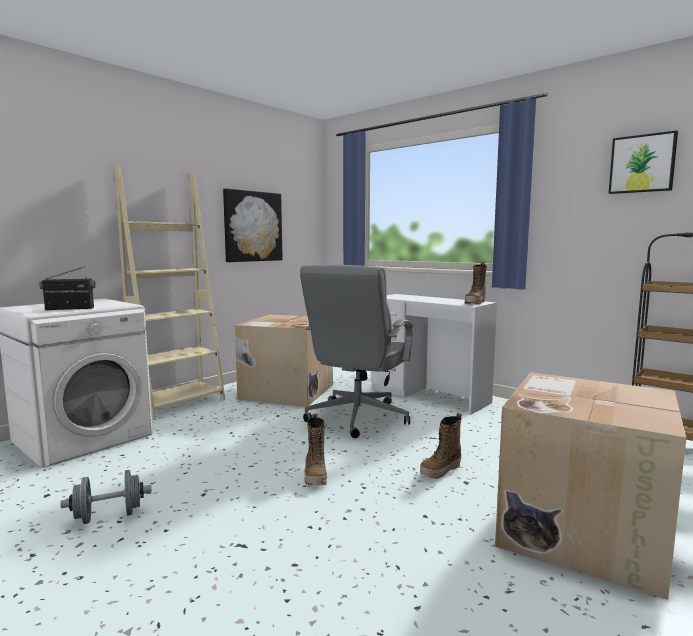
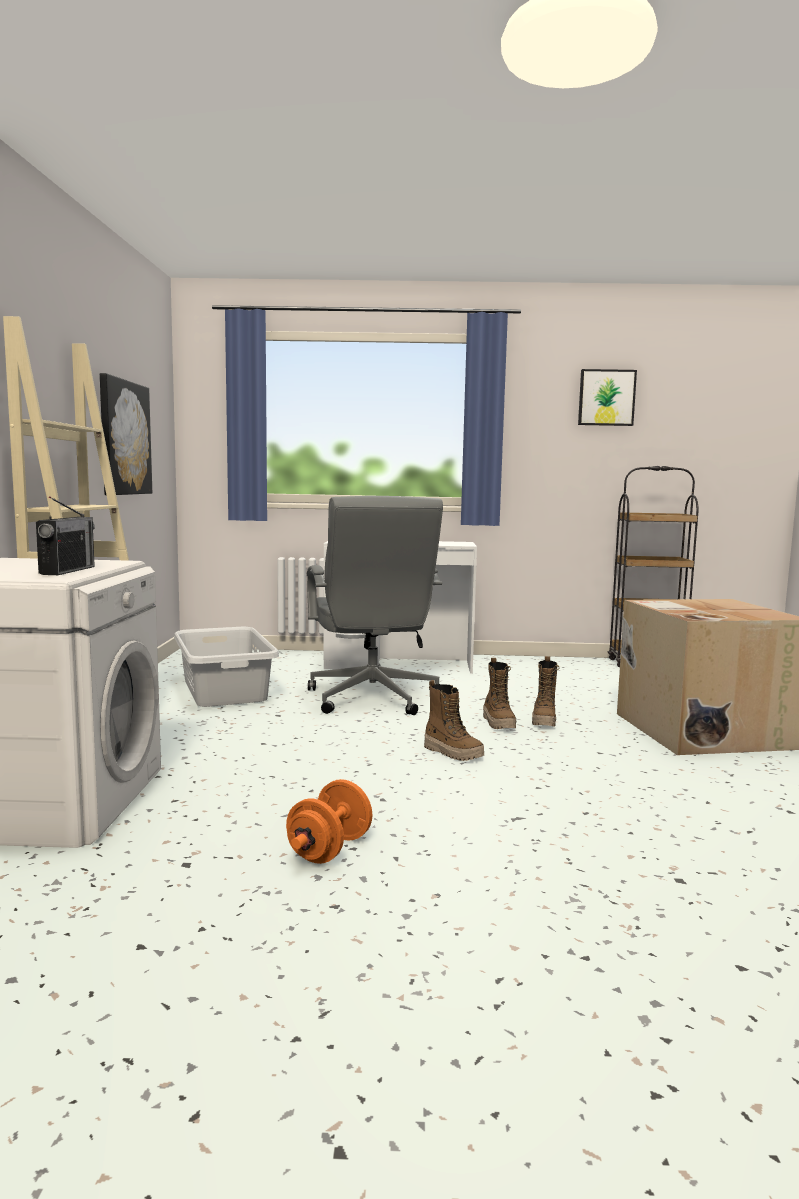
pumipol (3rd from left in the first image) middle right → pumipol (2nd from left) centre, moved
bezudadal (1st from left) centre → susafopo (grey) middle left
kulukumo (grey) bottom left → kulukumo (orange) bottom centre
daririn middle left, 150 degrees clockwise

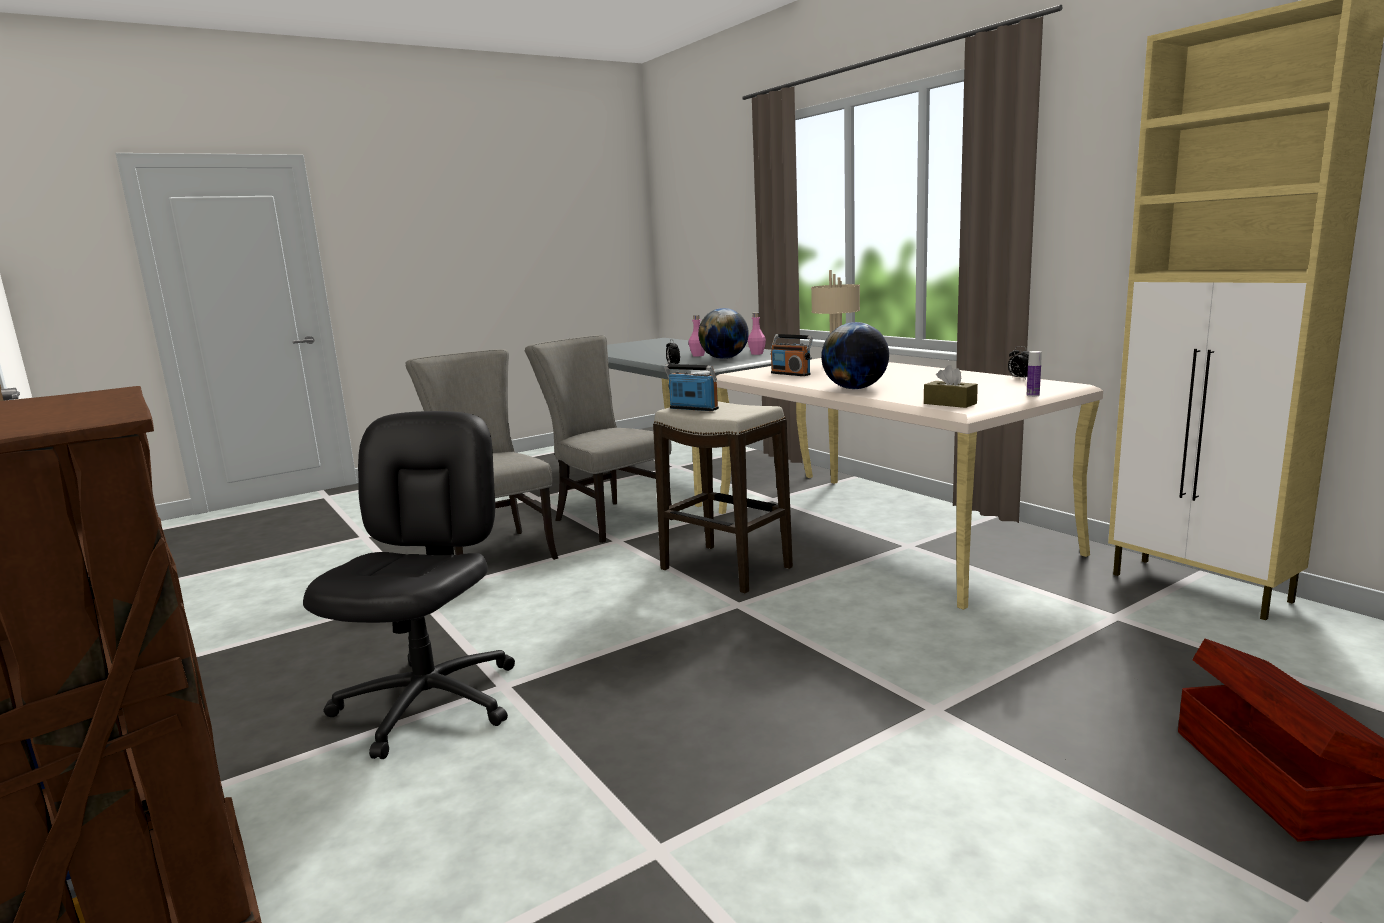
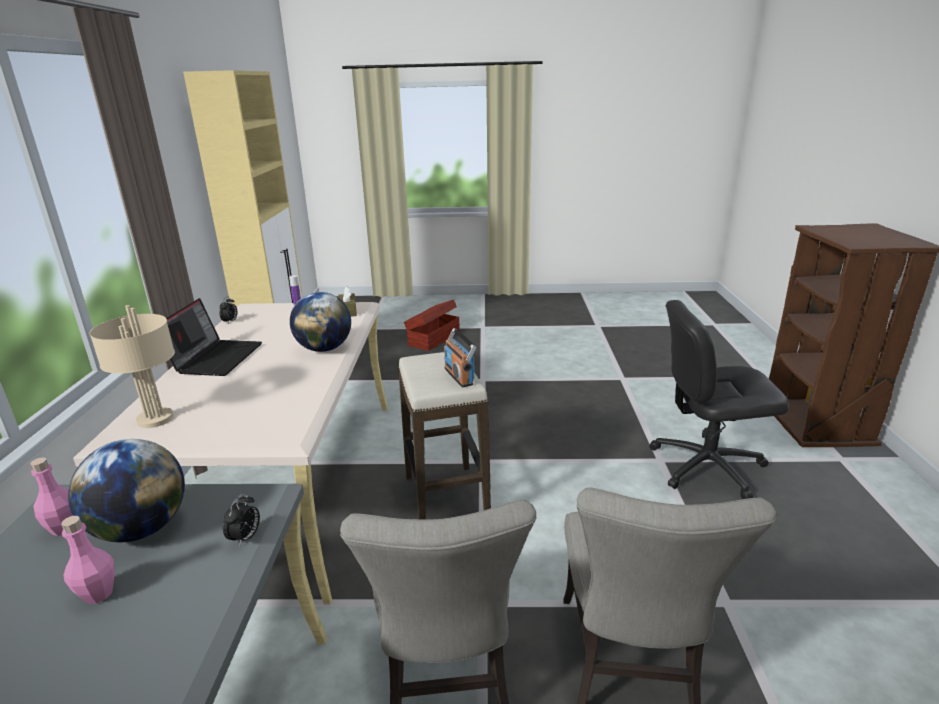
daririn (2nd from left) centre → -
- → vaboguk middle left
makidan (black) middle left → makidan (black) middle right, 45 degrees clockwise

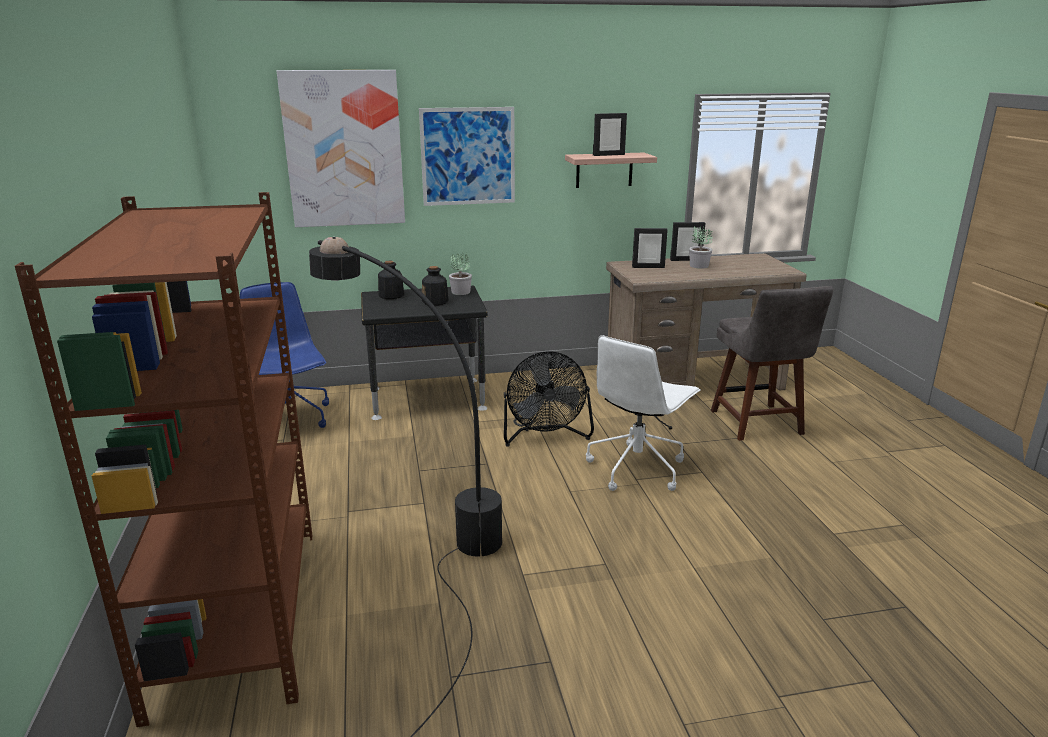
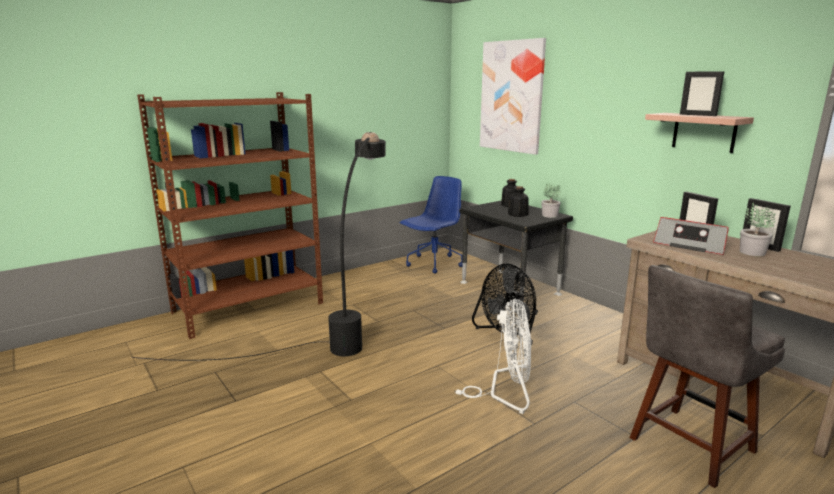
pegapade (2nd from left) top centre → -
- → daririn middle right
makidan (white) centre → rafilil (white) bottom centre

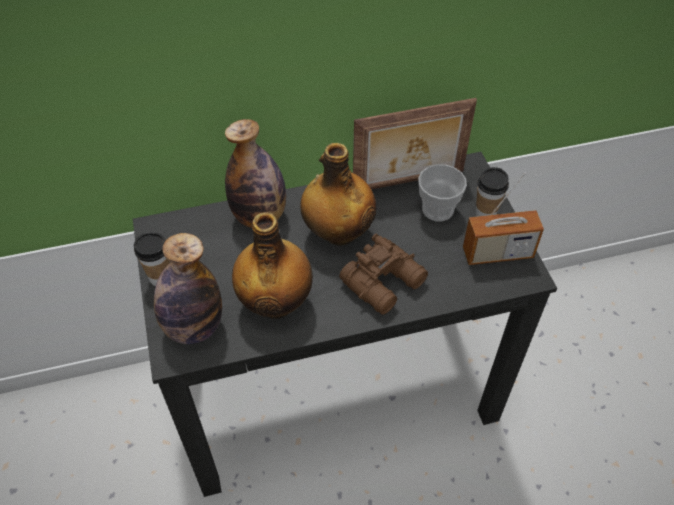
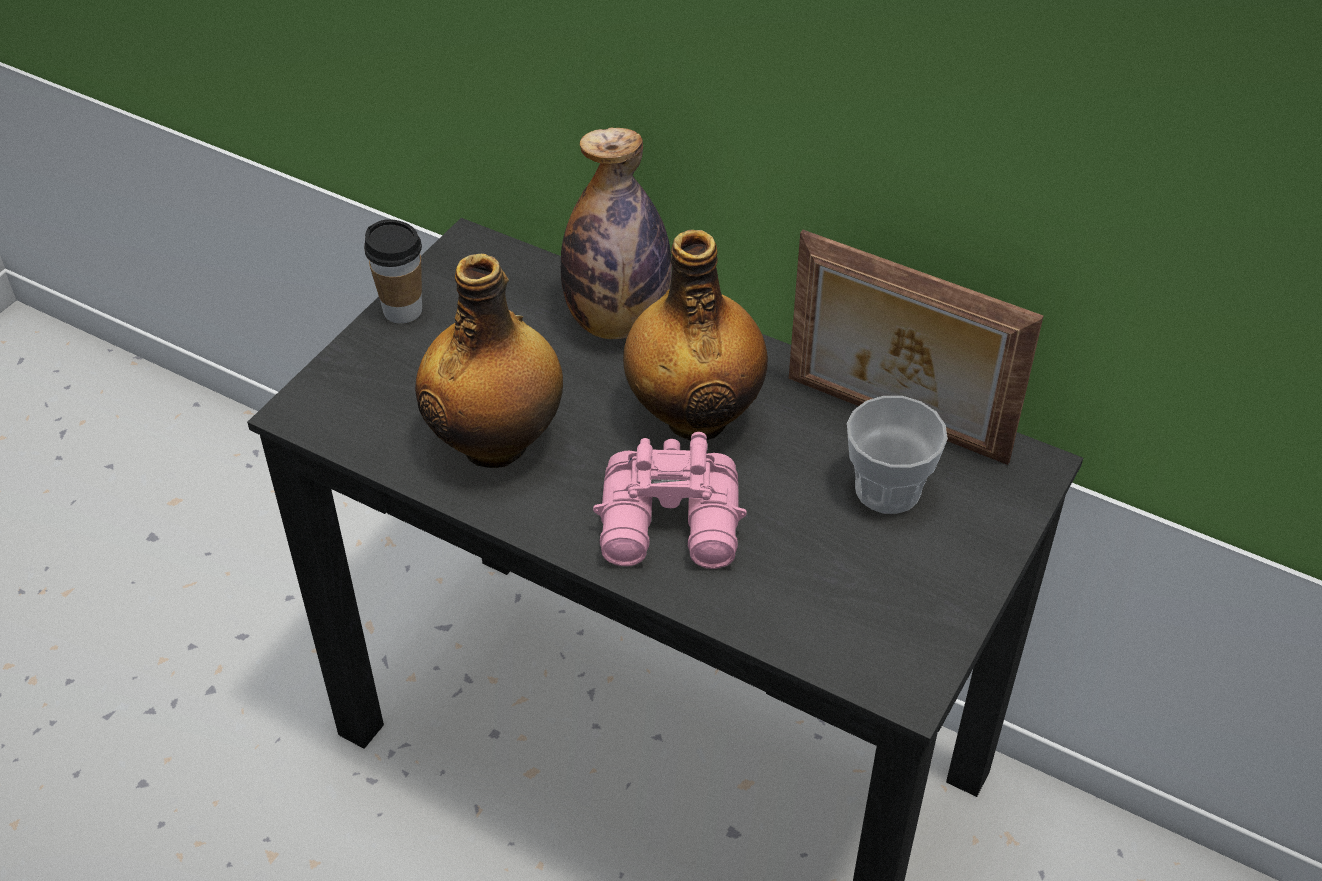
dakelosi (1st from left) middle left → -
daririn middle right → -
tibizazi (3rd from left) middle right → -
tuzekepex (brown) centre → tuzekepex (pink) centre

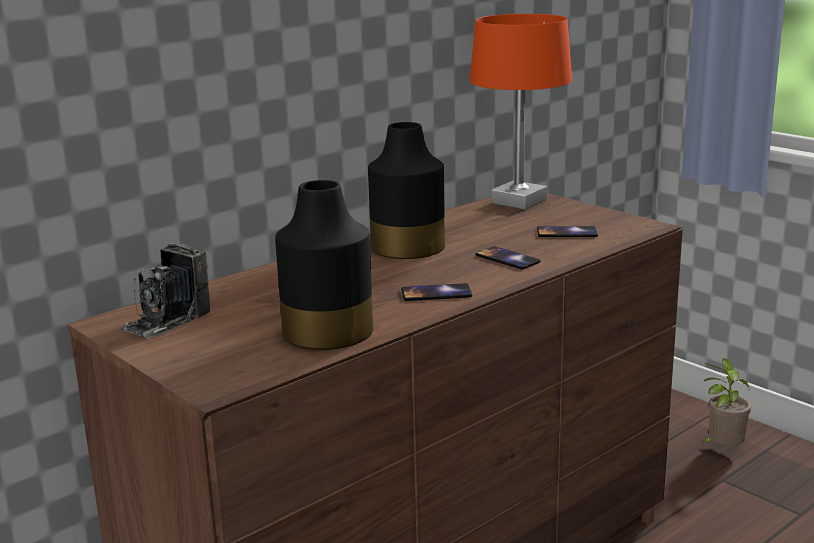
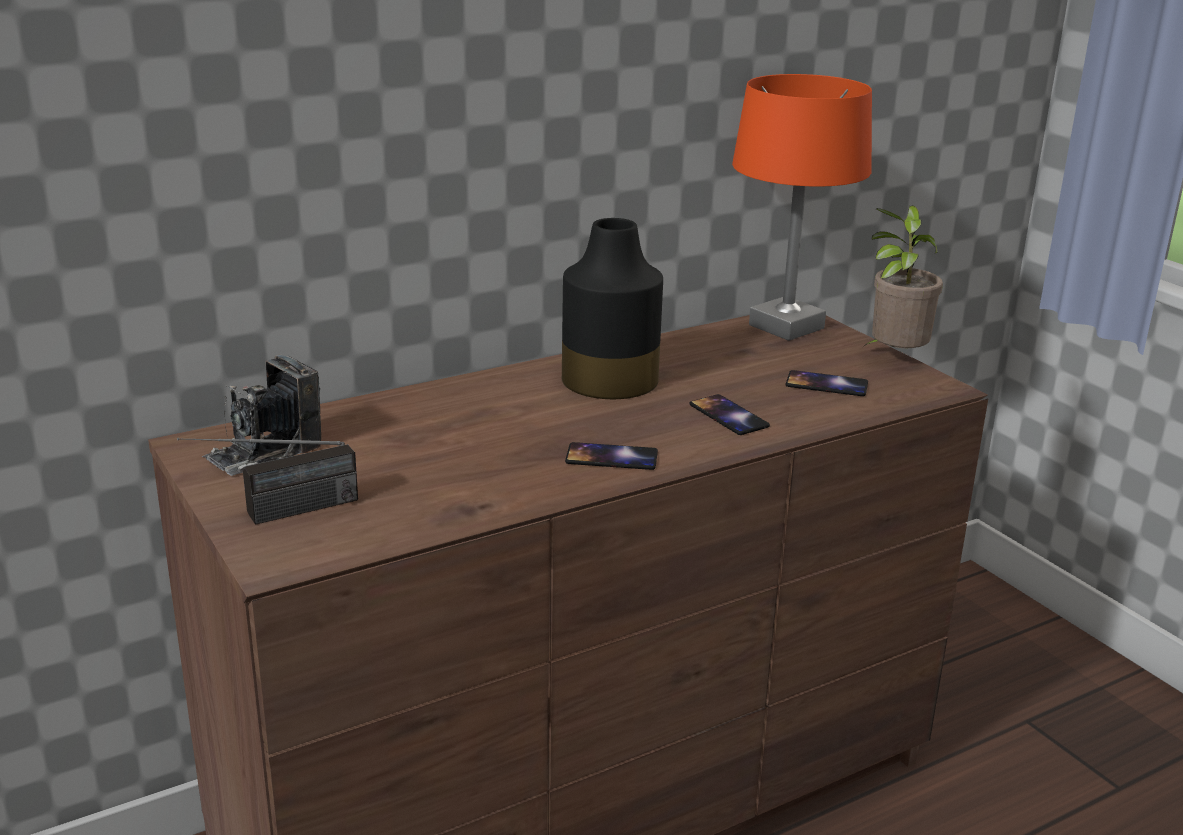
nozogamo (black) (1st from left) centre → -
- → daririn middle left
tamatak bottom right → tamatak top right, moved

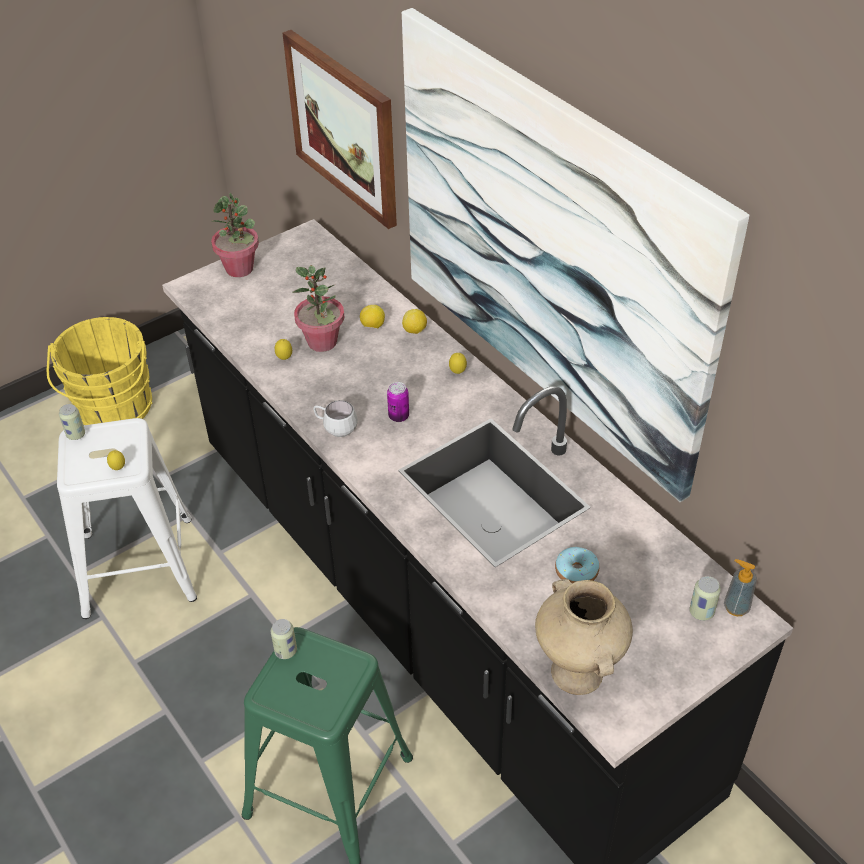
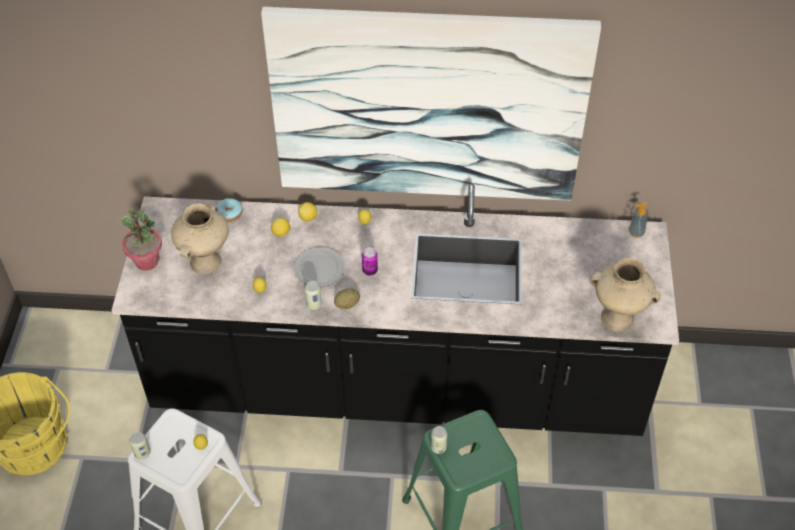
pegapade (1st from left) top centre → -
tamatak (2nd from left) centre → -
- → nozogamo (beige) (1st from left) middle left
- → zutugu centre
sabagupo middle right → sabagupo middle left, moved
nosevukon (4th from left in the first image) bottom right → nosevukon (2nd from left) centre, moved
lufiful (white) centre → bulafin centre

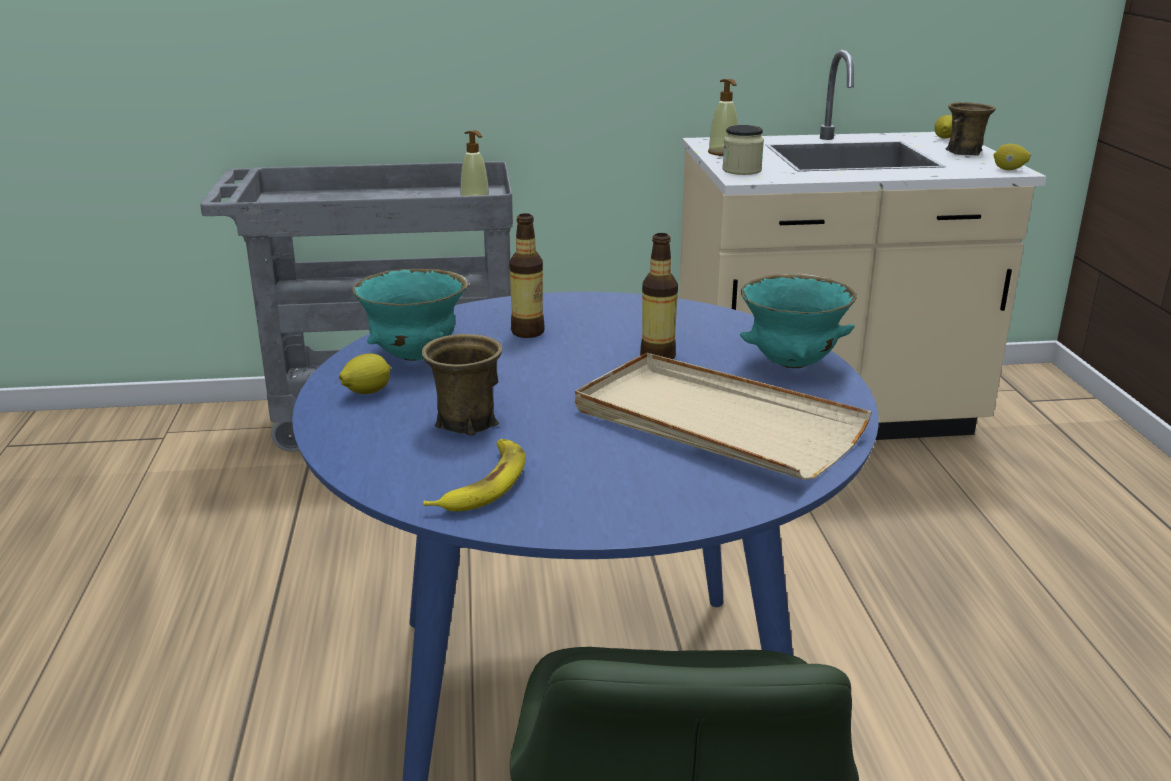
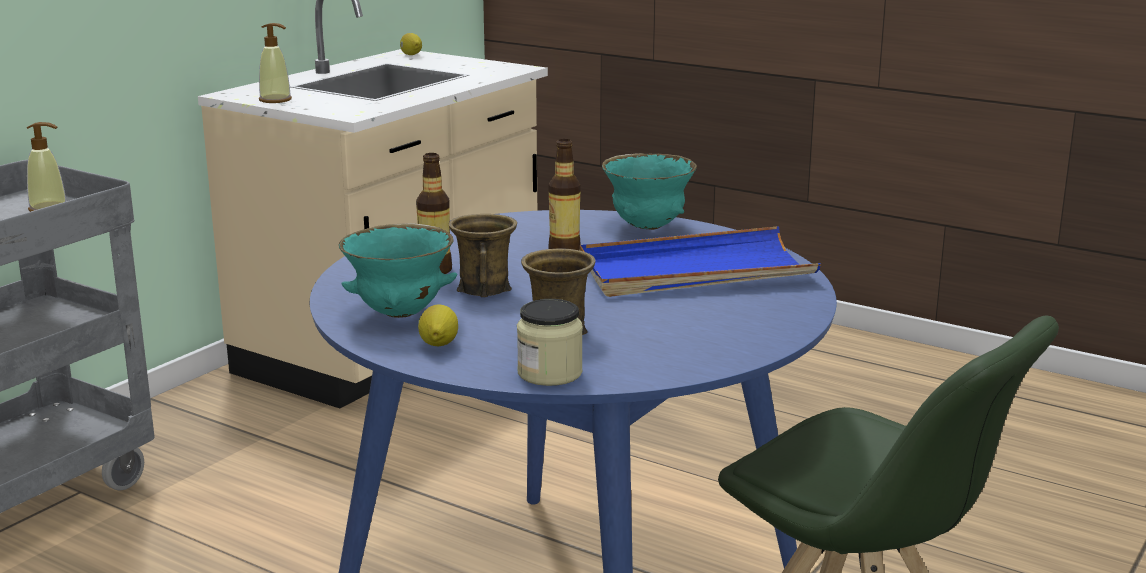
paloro centre → -
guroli (3rd from left) top right → -
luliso top centre → luliso centre, moved
lufiful (brown) (2nd from left in the first image) top right → lufiful (brown) (1st from left) centre, moved
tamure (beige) centre → tamure (blue) centre

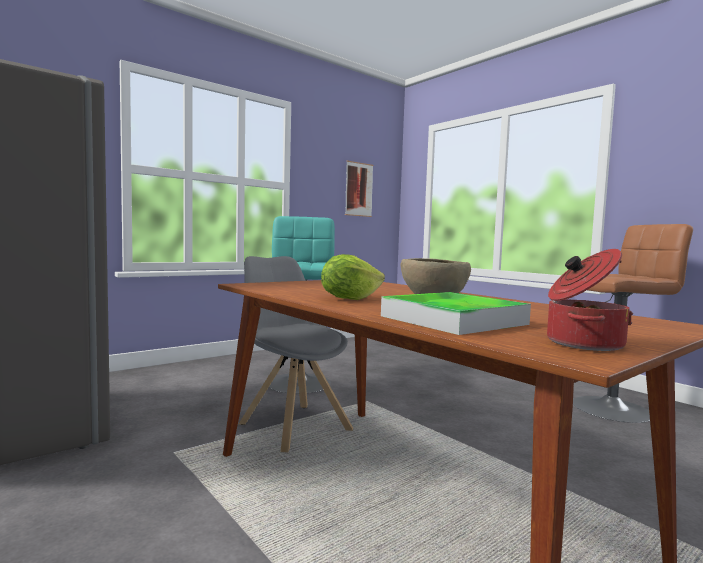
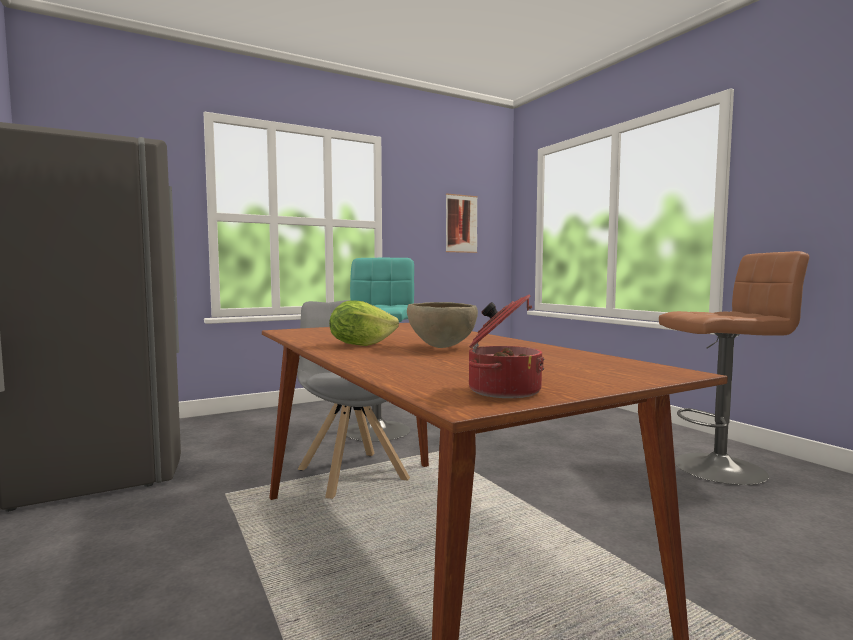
tamure centre → -

